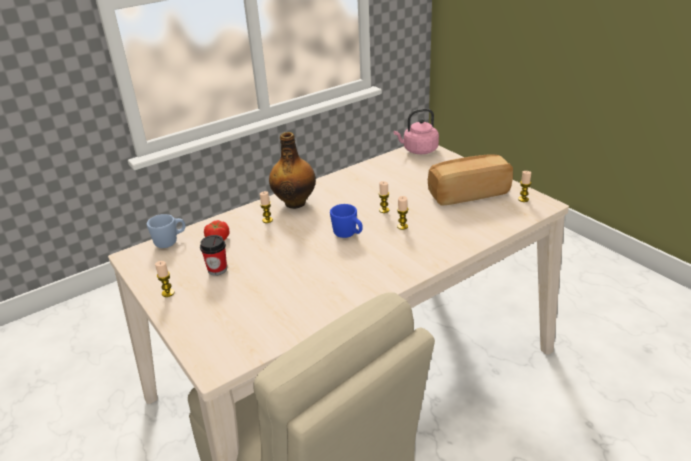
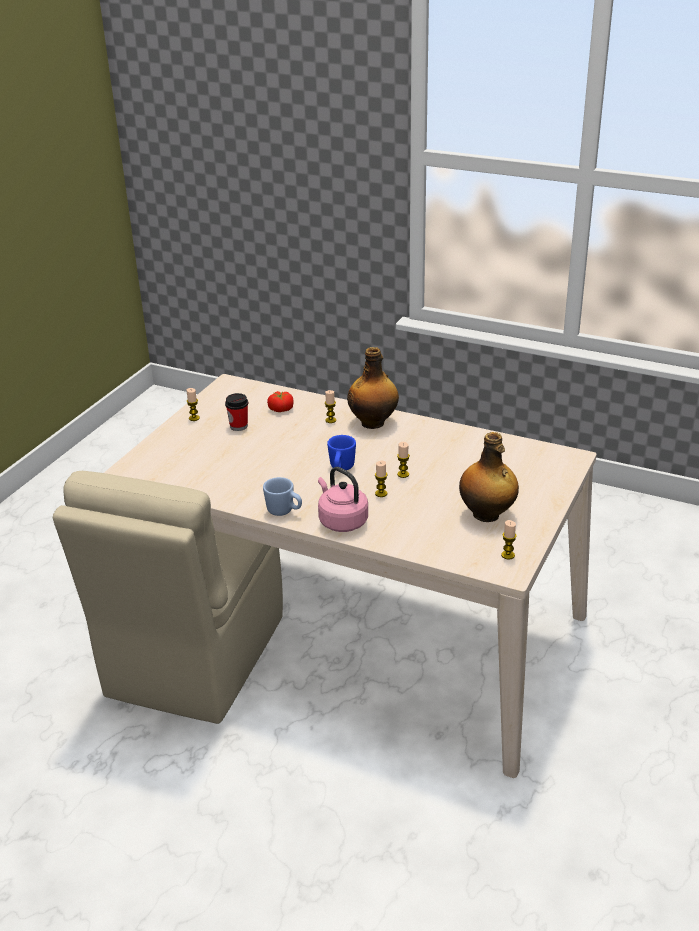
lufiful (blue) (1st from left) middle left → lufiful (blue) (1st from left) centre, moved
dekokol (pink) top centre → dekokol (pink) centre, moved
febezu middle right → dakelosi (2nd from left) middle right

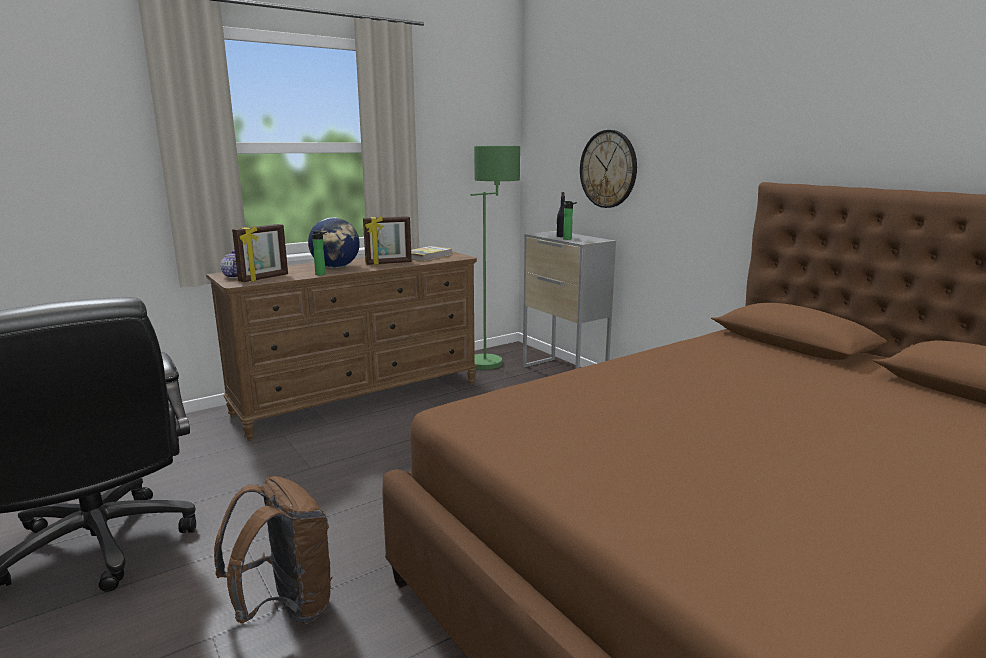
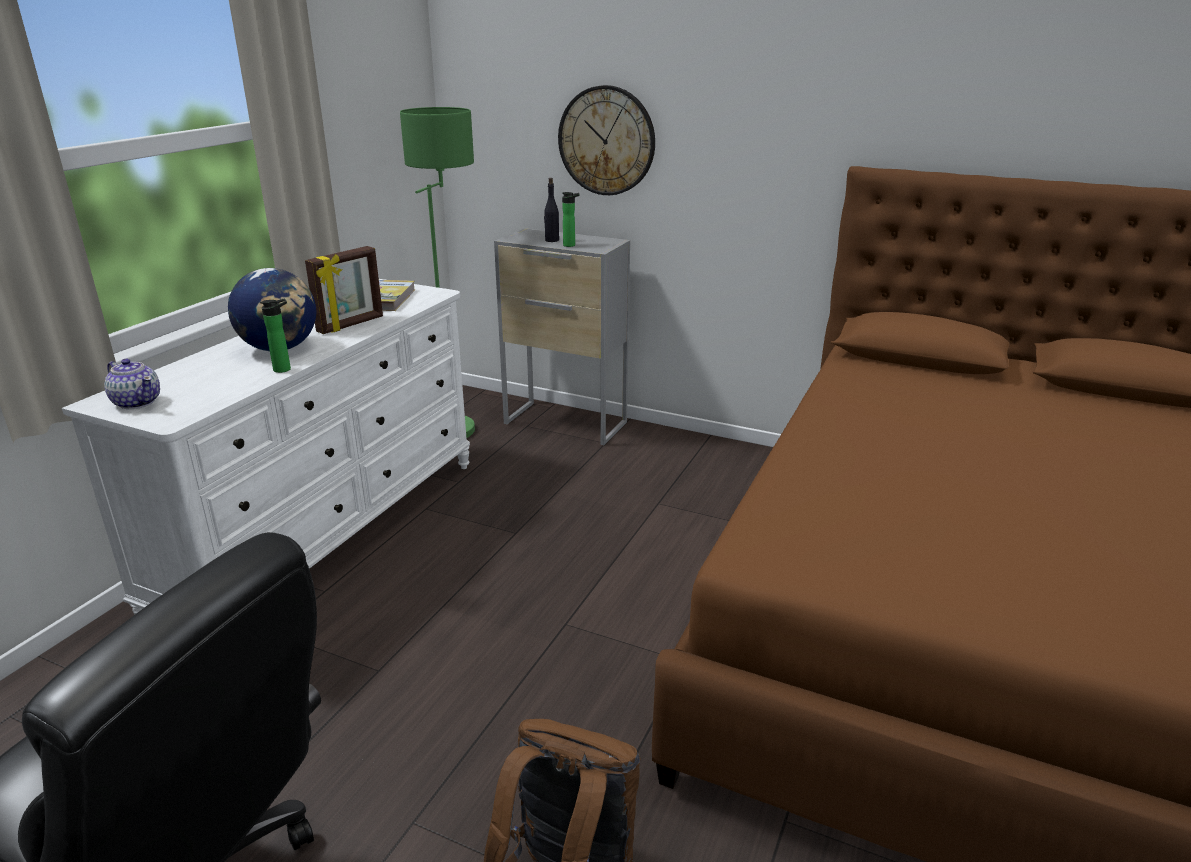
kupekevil (1st from left) middle left → -
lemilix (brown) centre → lemilix (white) middle left

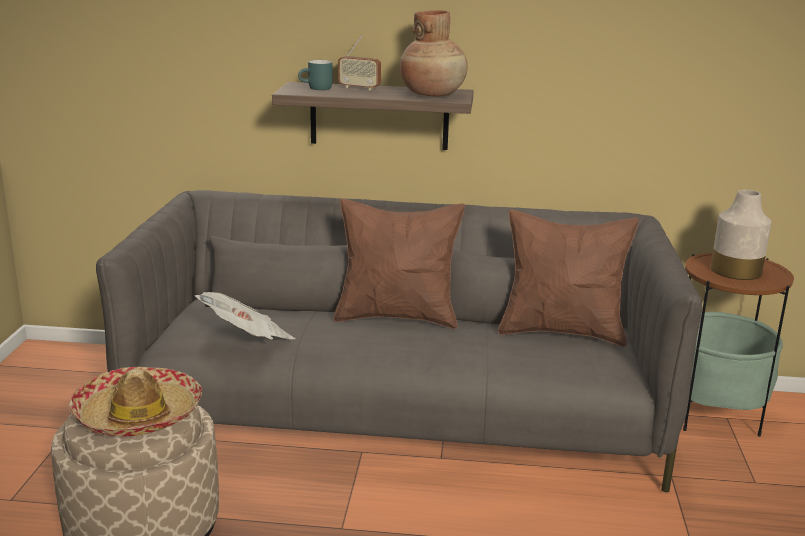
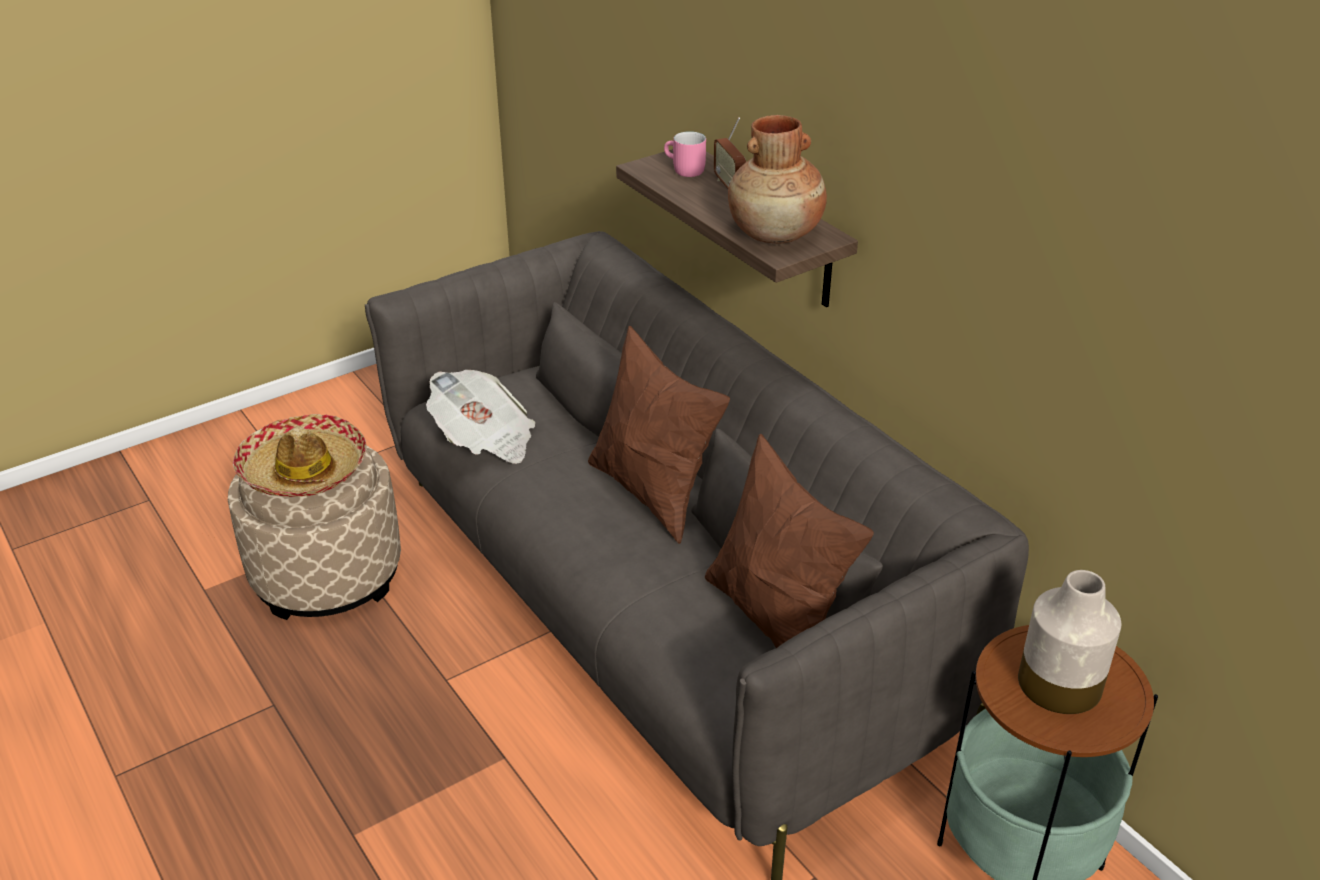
lufiful (turquoise) top centre → lufiful (pink) top centre

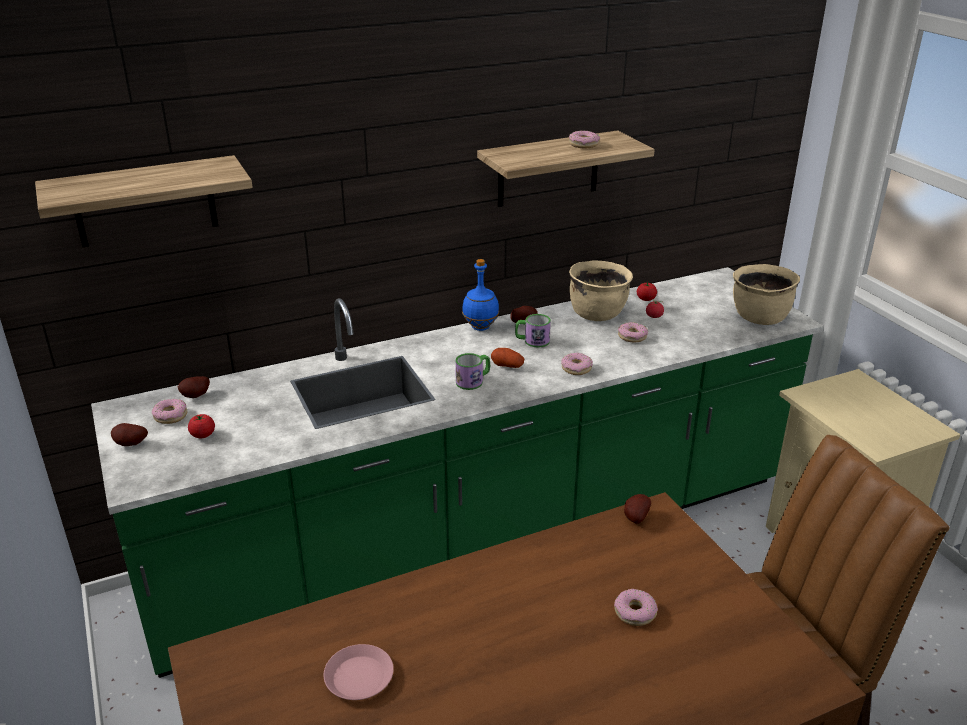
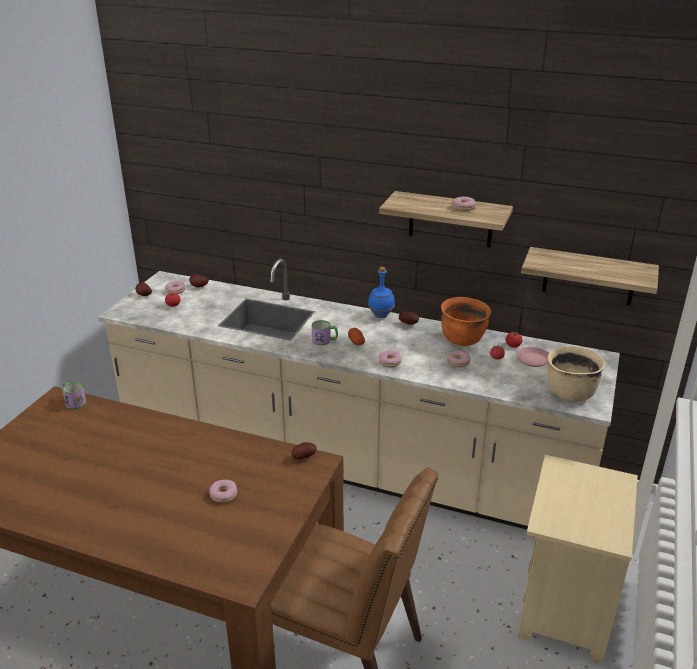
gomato (1st from left in the first image) top left → gomato (2nd from left) middle right, moved
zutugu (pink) bottom centre → zutugu (pink) middle right, moved
lufiful (2nd from left in the first image) centre → lufiful (1st from left) middle left, moved
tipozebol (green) centre → tipozebol (beige) centre
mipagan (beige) (1st from left) centre → mipagan (orange) middle right

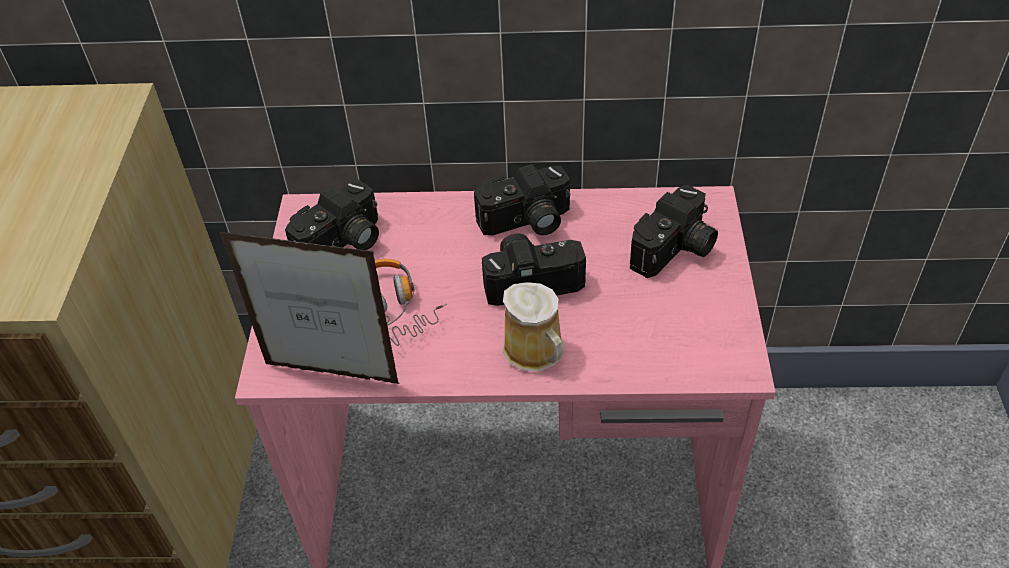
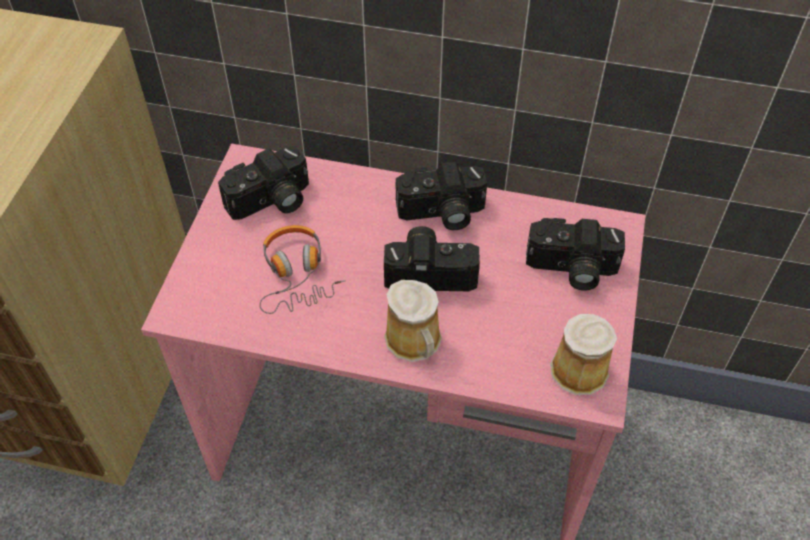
kupekevil middle left → -
- → lufiful (2nd from left) middle right
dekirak (4th from left) middle right, 45 degrees clockwise

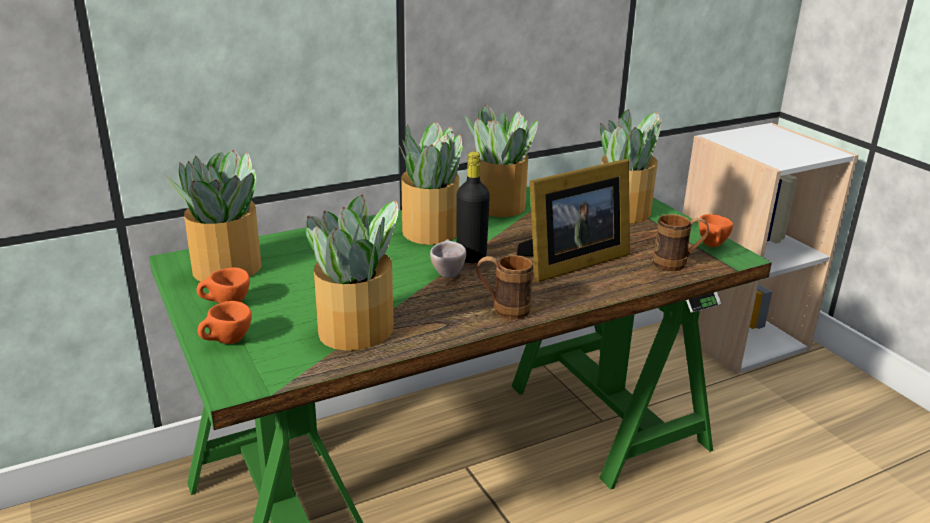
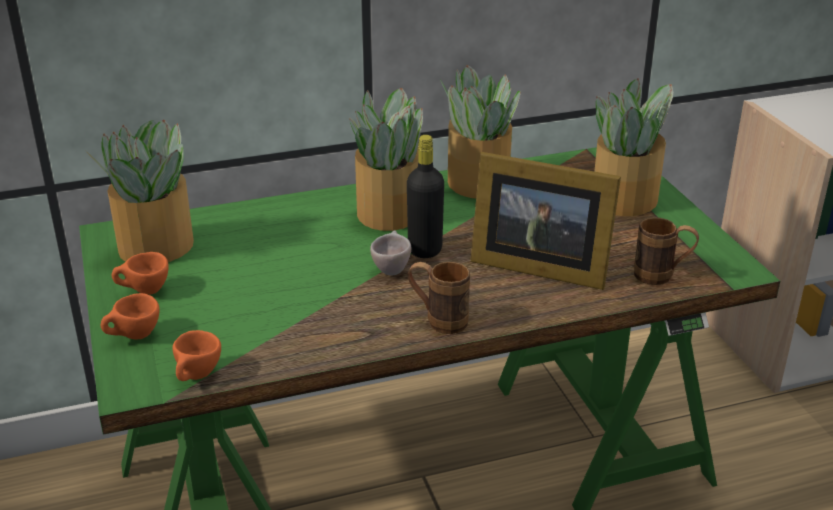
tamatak (2nd from left) centre → -
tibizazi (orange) (3rd from left) middle right → tibizazi (orange) (3rd from left) bottom left, moved
kupekevil centre, 45 degrees clockwise

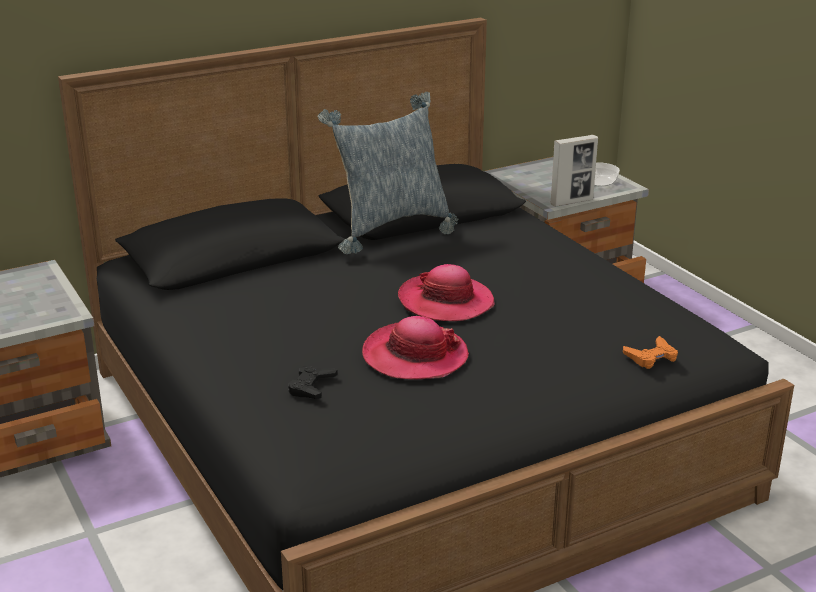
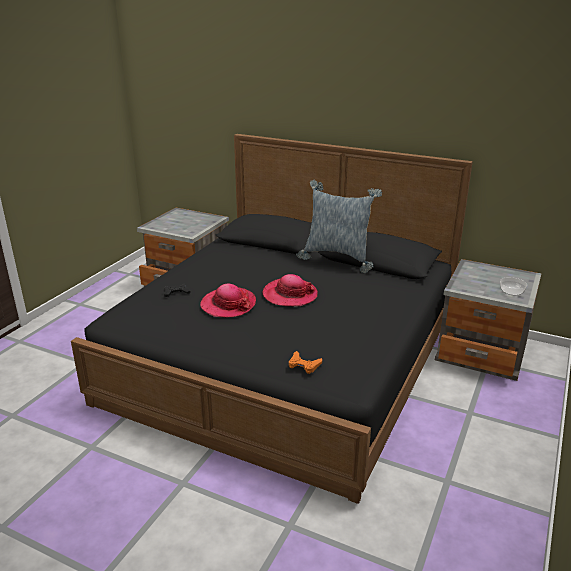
kupekevil top right → -

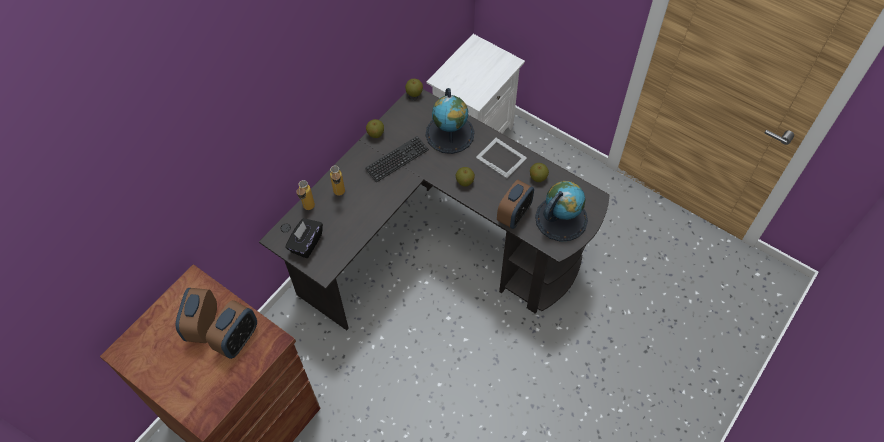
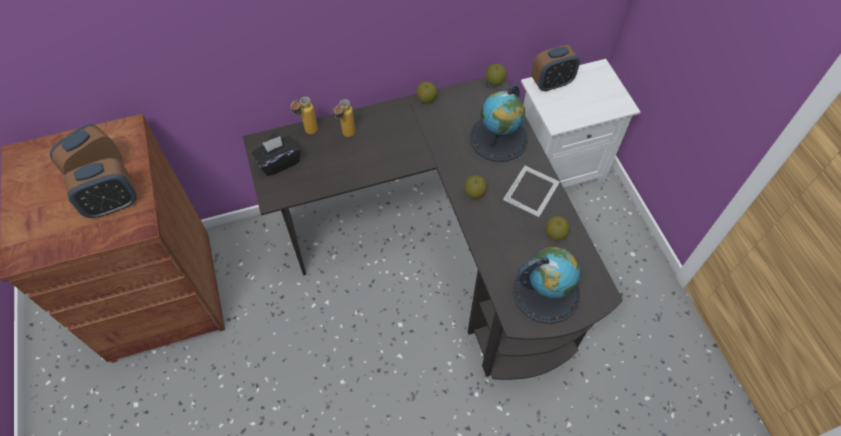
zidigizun centre → -
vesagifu (3rd from left) centre → vesagifu (3rd from left) top centre, moved
kupekevil centre, 45 degrees clockwise

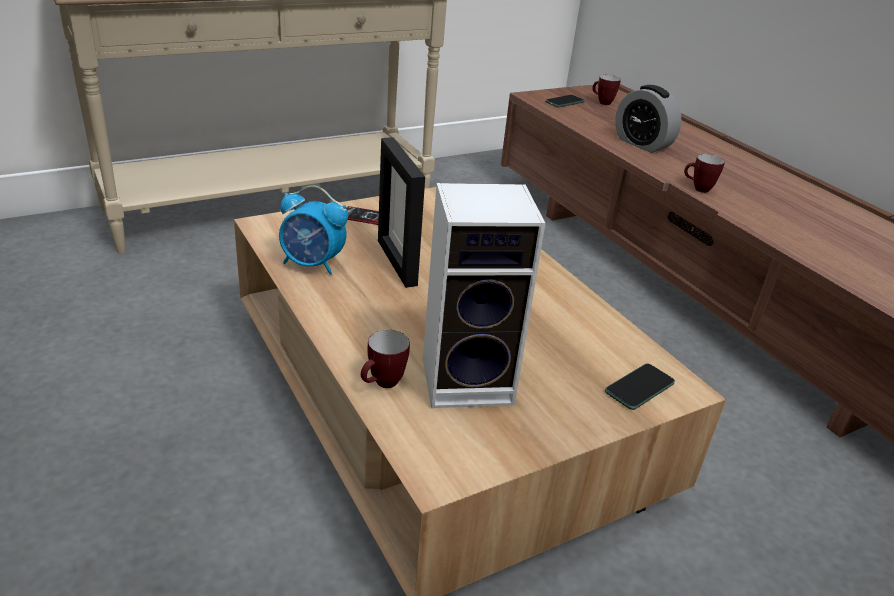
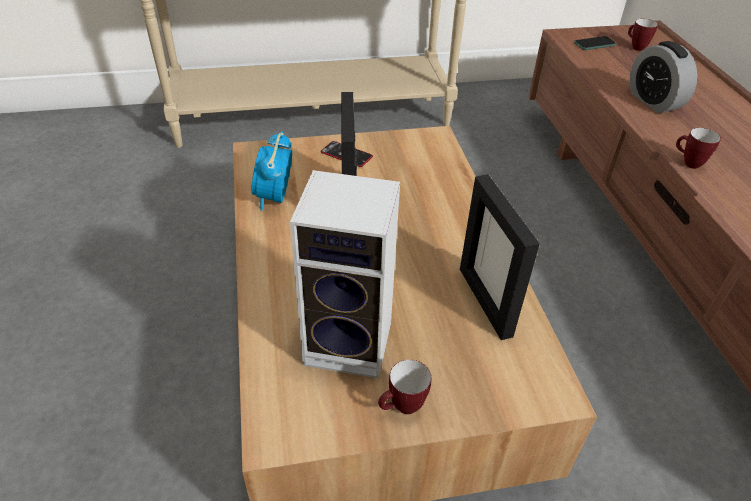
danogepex (3rd from left) middle right → -
- → kupekevil (2nd from left) centre
lufiful (1st from left) centre → lufiful (1st from left) bottom centre, moved
vesagifu (1st from left) centre, 60 degrees clockwise

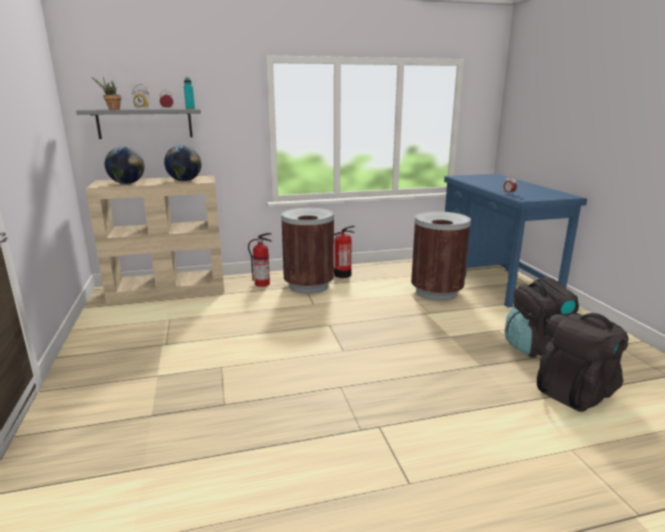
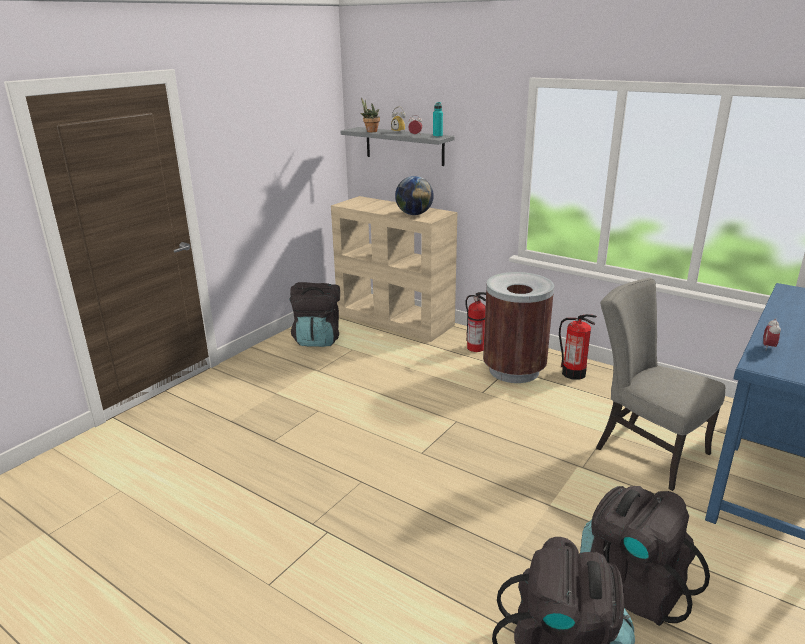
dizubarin (1st from left) top left → -
- → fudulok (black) (1st from left) centre
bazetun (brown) (2nd from left) centre → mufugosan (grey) middle right

